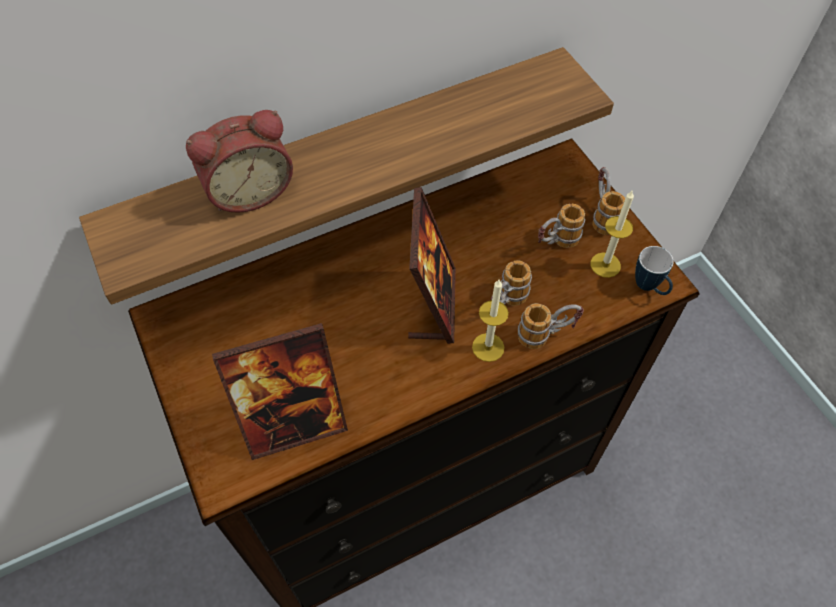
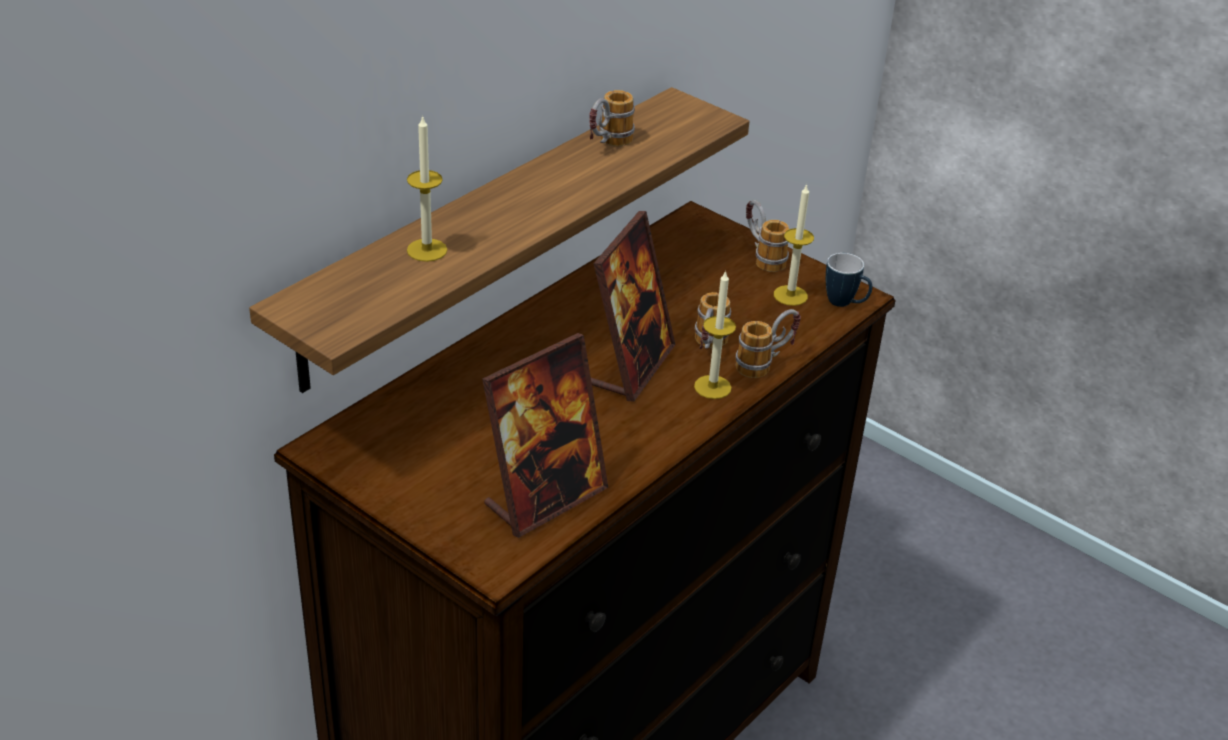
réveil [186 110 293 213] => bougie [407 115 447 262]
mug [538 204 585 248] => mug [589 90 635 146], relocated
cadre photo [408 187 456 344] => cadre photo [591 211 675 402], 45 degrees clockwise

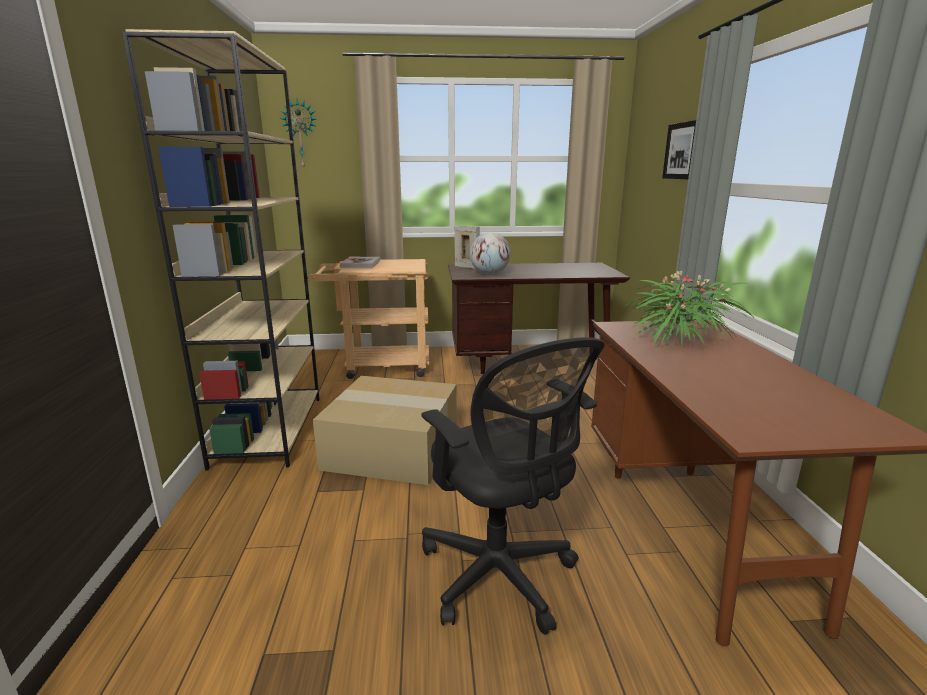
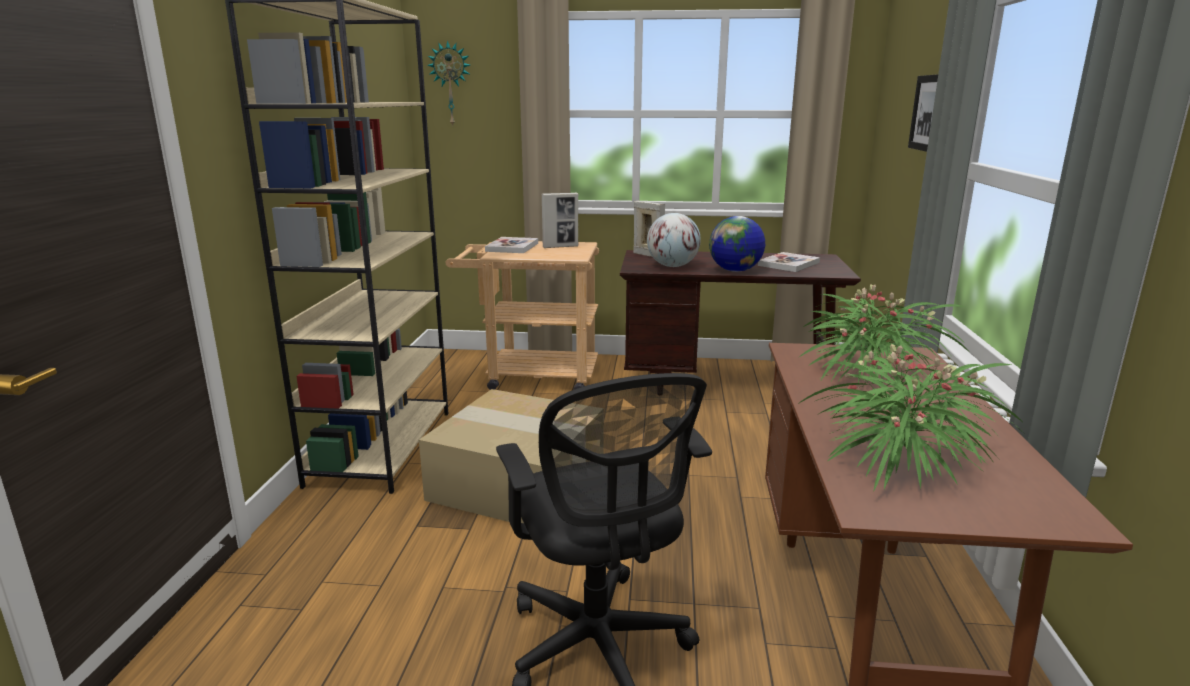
nothing => cadre photo [542 193 578 248]
nothing => globe [709 216 765 272]
nothing => livre [758 252 820 272]
nothing => plante en pot [798 344 1028 493]

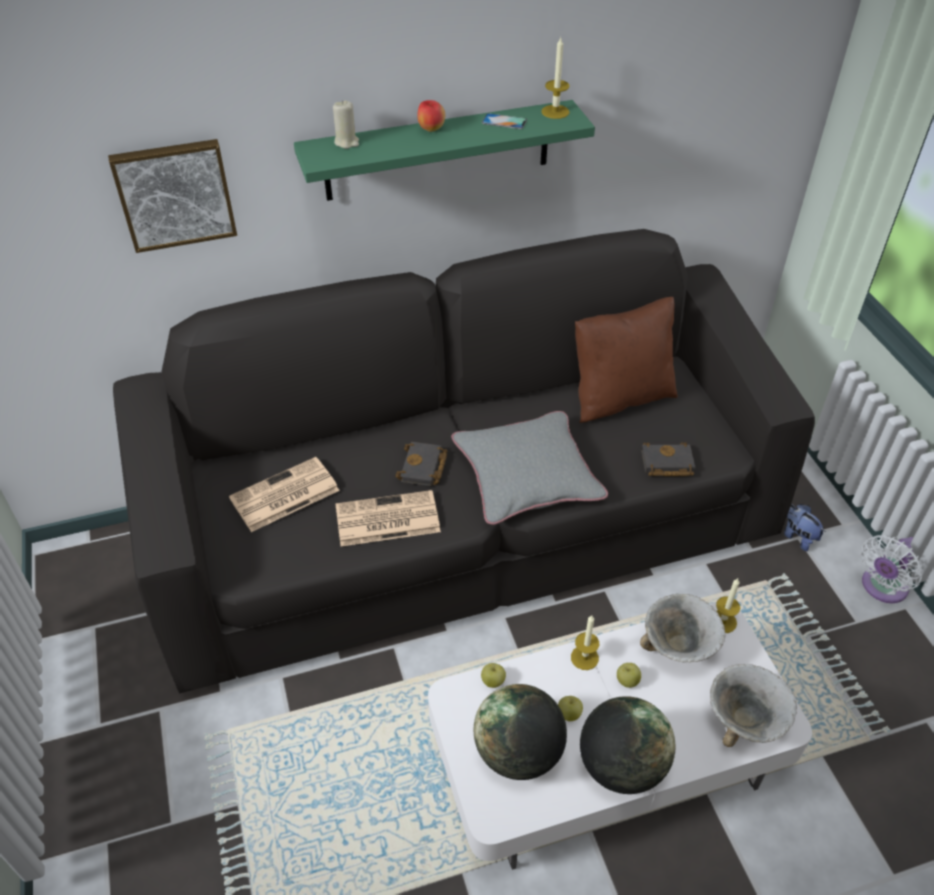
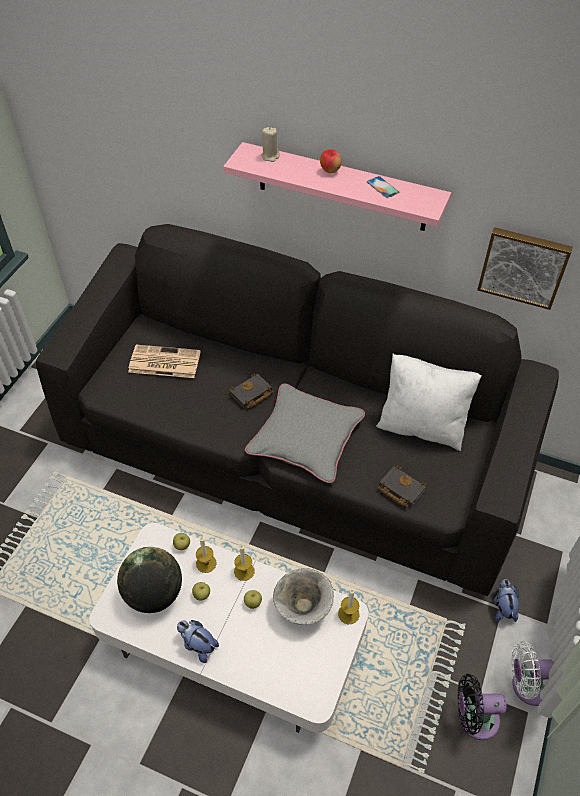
globe [580 696 675 794] => peluche [177 620 219 663]
bougie [541 38 570 119] => bougie [196 536 217 573], relocated
étagère (vert) [294 100 595 201] => étagère (rose) [223 142 451 231]
coussin (marron) [575 297 678 423] => coussin (blanc) [376 354 482 451]
nothing => ventilateur (noir) [458 674 507 740]
tableau [108 139 237 253] => tableau [477 227 573 310], relocated
journal [335 490 441 546] => nothing
bol [710 664 797 747] => nothing

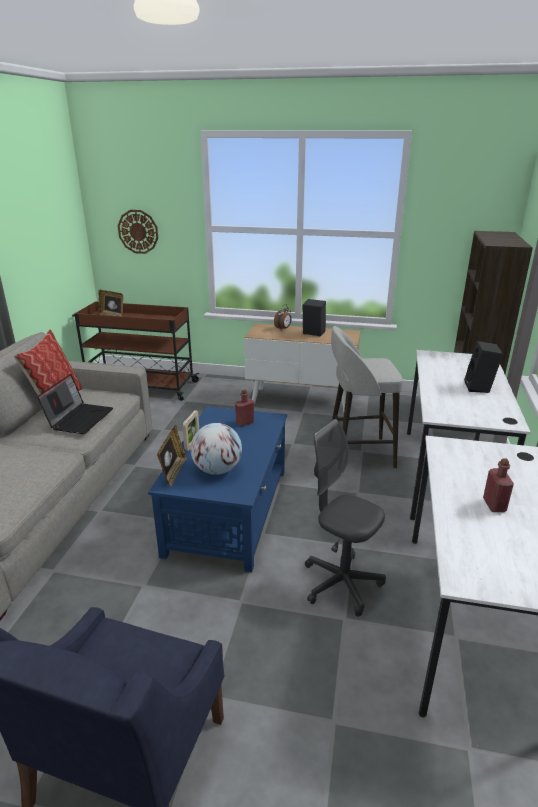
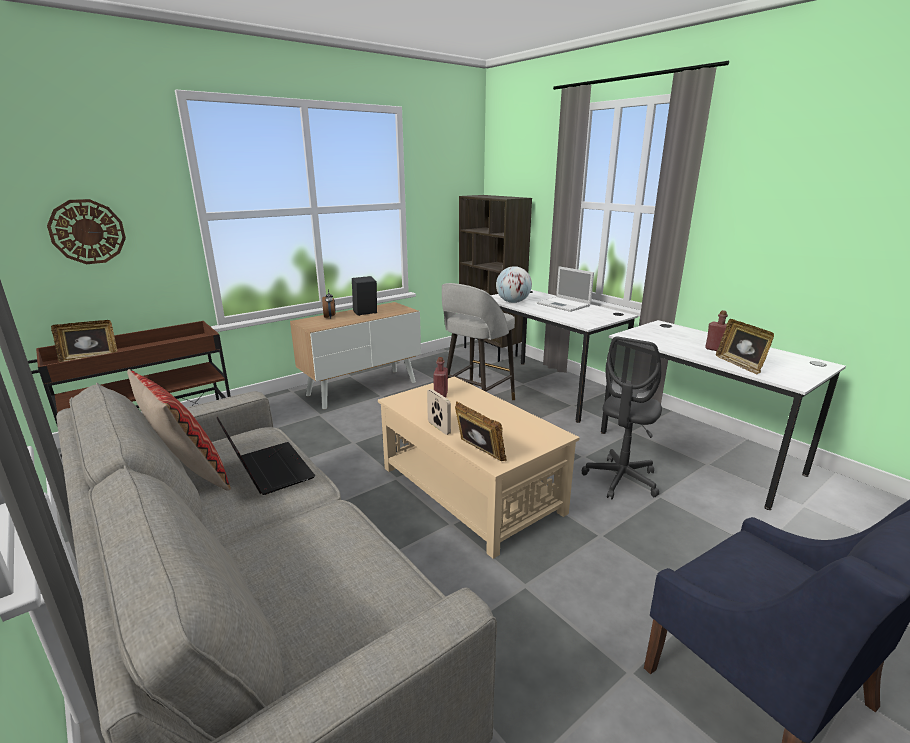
table basse (bleu) [148 406 287 572] => table basse (beige) [378 376 580 559]
globe [190 423 242 475] => globe [496 266 532 303], relocated
enceinte (noir) [465 341 503 393] => ordinateur portable [537 266 594 312]
chaise de bureau (gris) [305 419 386 617] => chaise de bureau (gris) [582 337 662 499], 45 degrees counterclockwise
nothing => cadre photo [716 319 774 374]

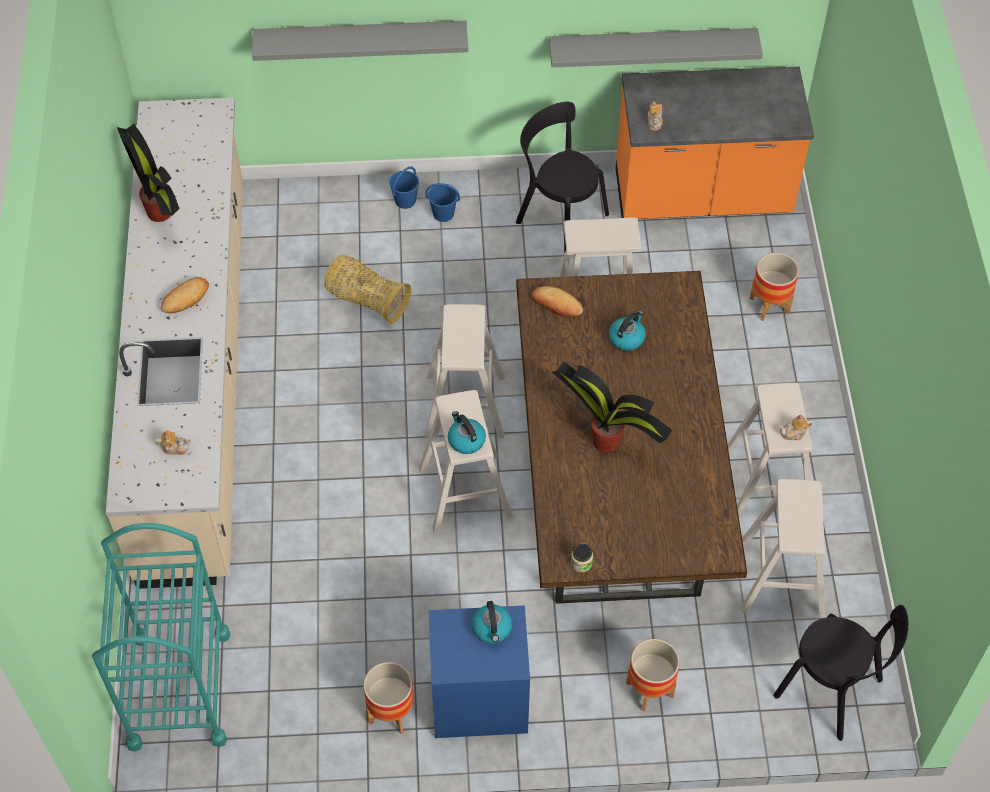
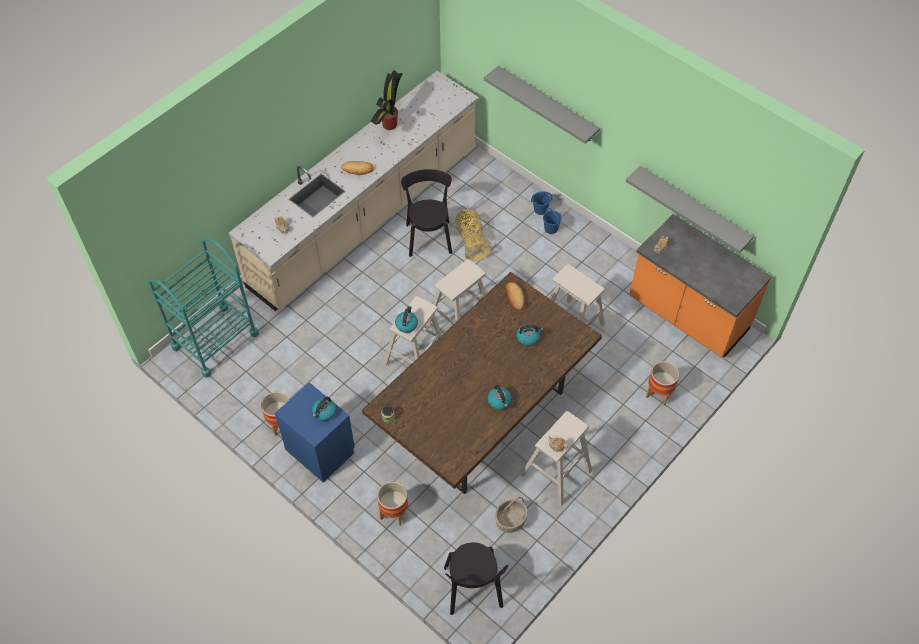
chaise (noir) [516 102 609 253] => chaise (noir) [401 169 452 257], relocated
nothing => bouilloire [487 385 512 410]
tabouret (beige) [741 479 826 617] => panier [495 497 528 533]
plante en pot [551 361 672 453] => nothing

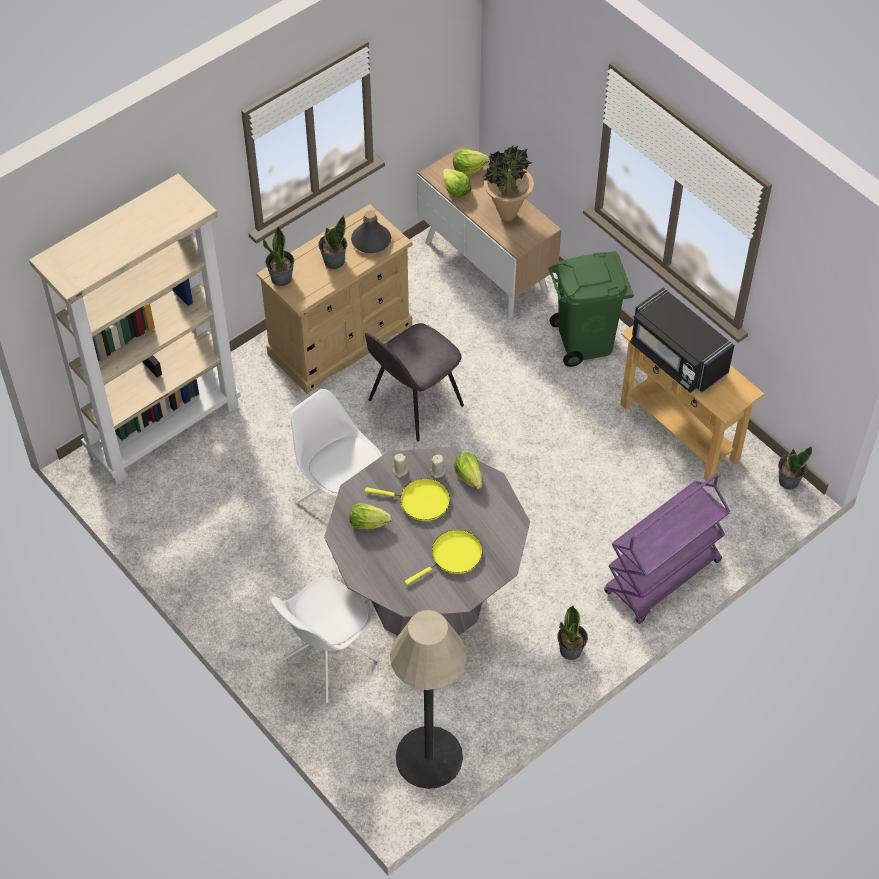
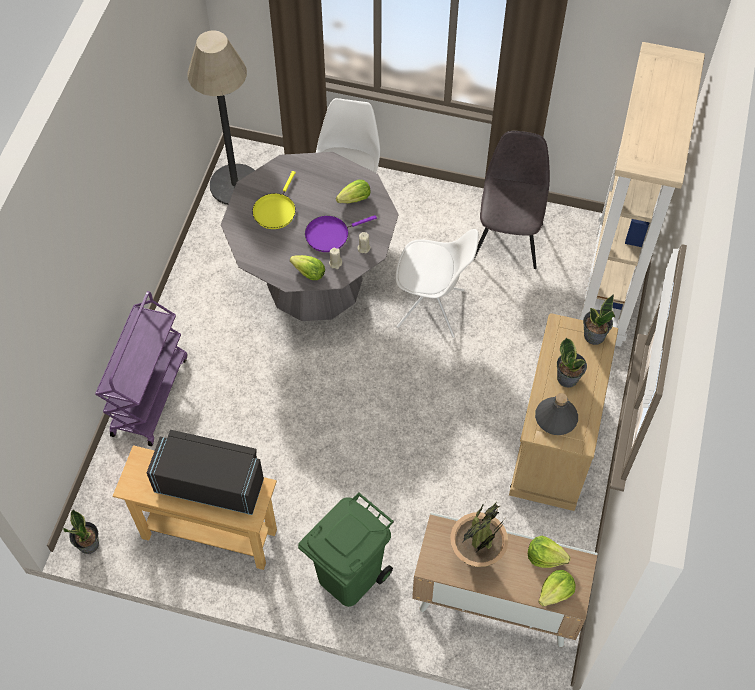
poêle (jaune) [365 479 450 521] => poêle (violet) [305 215 377 252]
chaise (gris) [365 323 464 441] => chaise (gris) [474 131 550 269], relocated
plante en pot [557 606 588 660] => nothing

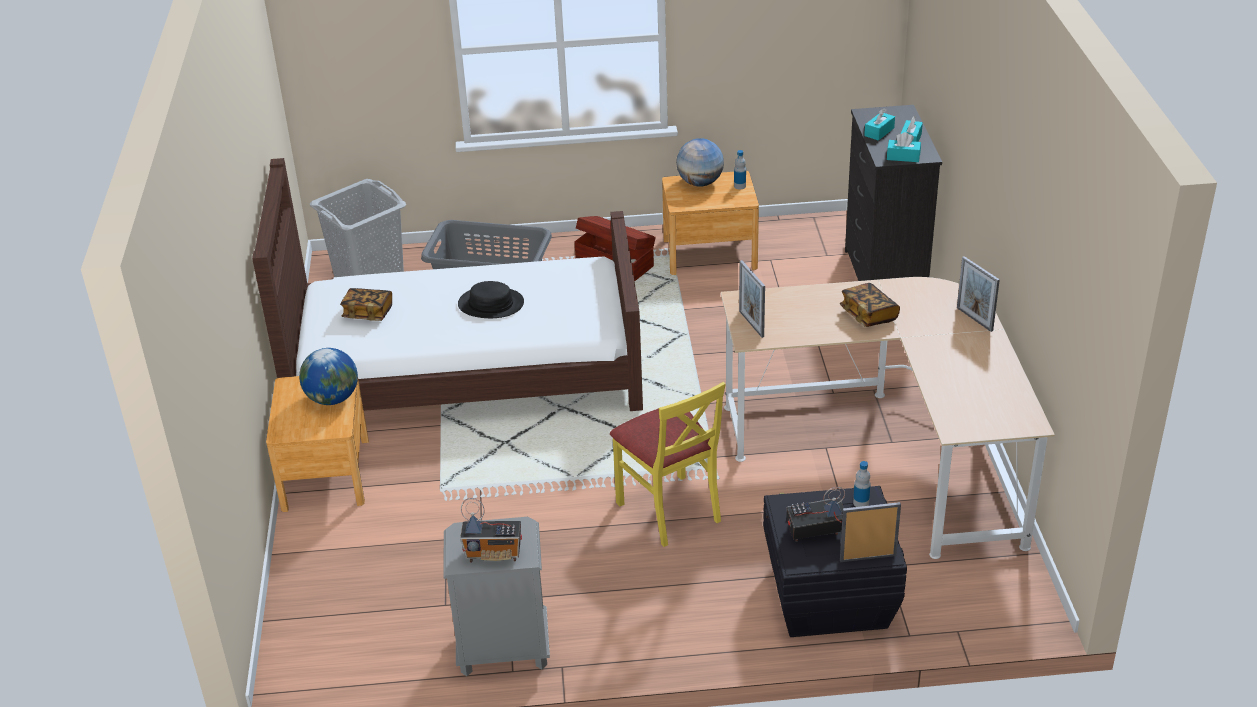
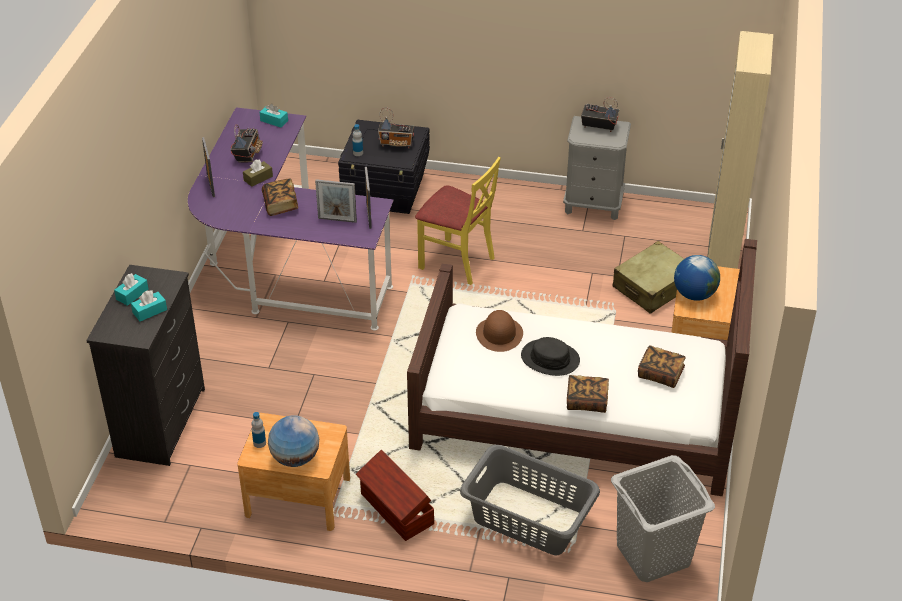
bureau (beige) [721 277 1055 559] => bureau (violet) [188 107 394 330]
nothing => radio [231 124 263 163]
nothing => boîte à mouchoirs (marron) [243 159 273 187]
boîte à mouchoirs (turquoise) [887 132 921 162] => boîte à mouchoirs (turquoise) [259 104 288 128], relocated
cadre photo [840 502 901 562] => cadre photo [315 179 357 223], relocated
chaise (jaune) [610 382 726 547] => chaise (jaune) [415 157 501 285], 135 degrees clockwise
nothing => chapeau (marron) [476 310 523 352]
nothing => livre [567 375 609 413]
nothing => valise (beige) [613 241 684 314]
nothing => armoire (beige) [707 31 773 269]

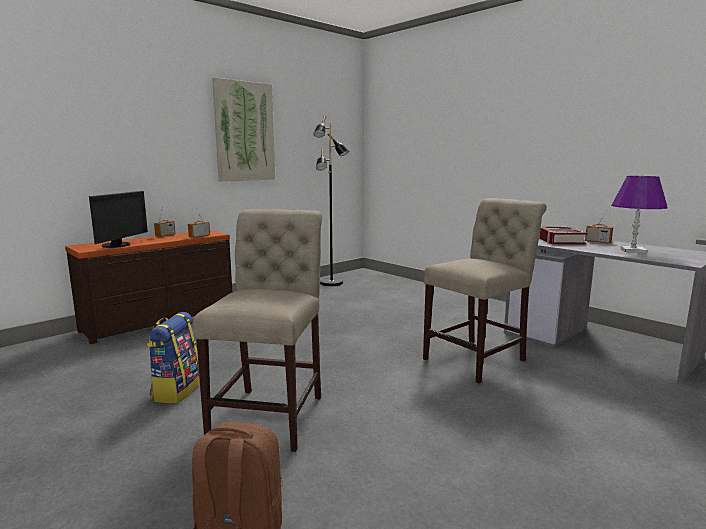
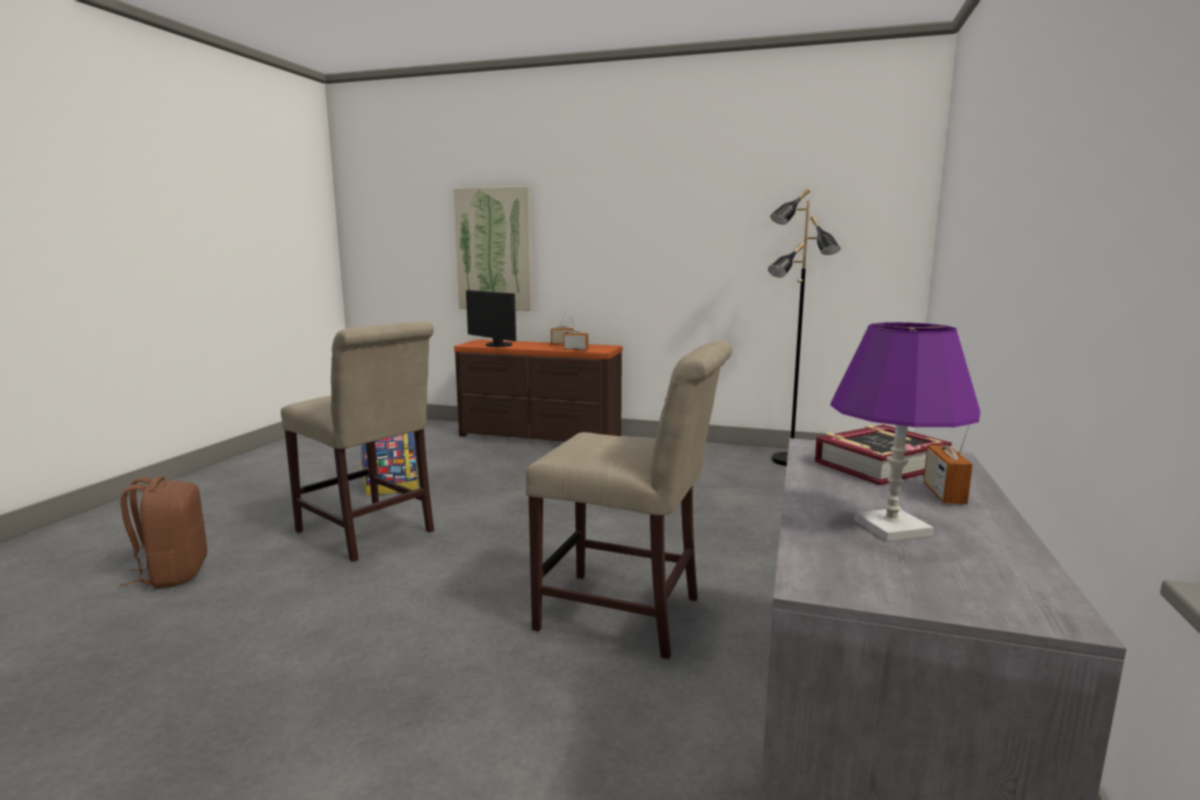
chaise (beige) [193 209 322 452] => chaise (beige) [281 321 434 562], 60 degrees clockwise
tableau [212 77 275 182] => tableau [453 186 533 311], relocated
écran d'ordinateur [89 191 148 248] => écran d'ordinateur [466 290 516 347], 60 degrees clockwise

